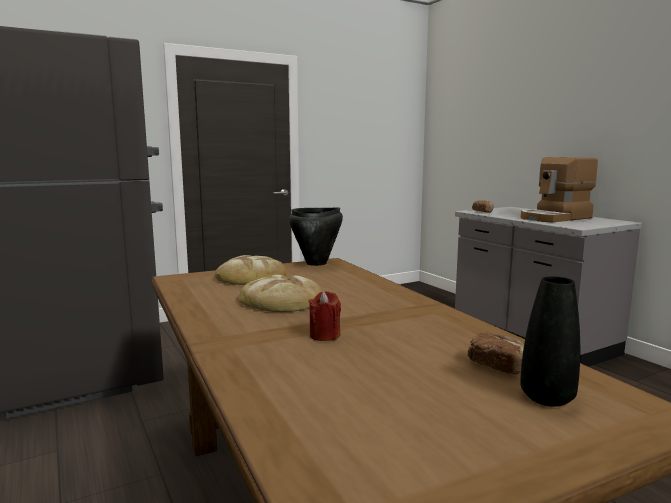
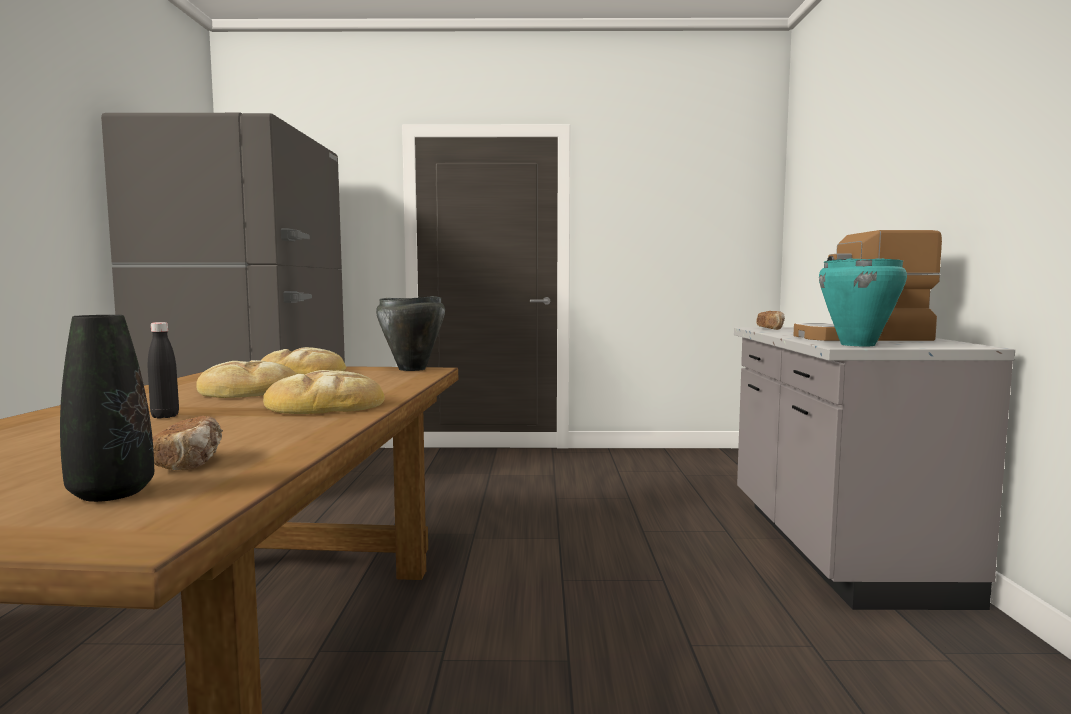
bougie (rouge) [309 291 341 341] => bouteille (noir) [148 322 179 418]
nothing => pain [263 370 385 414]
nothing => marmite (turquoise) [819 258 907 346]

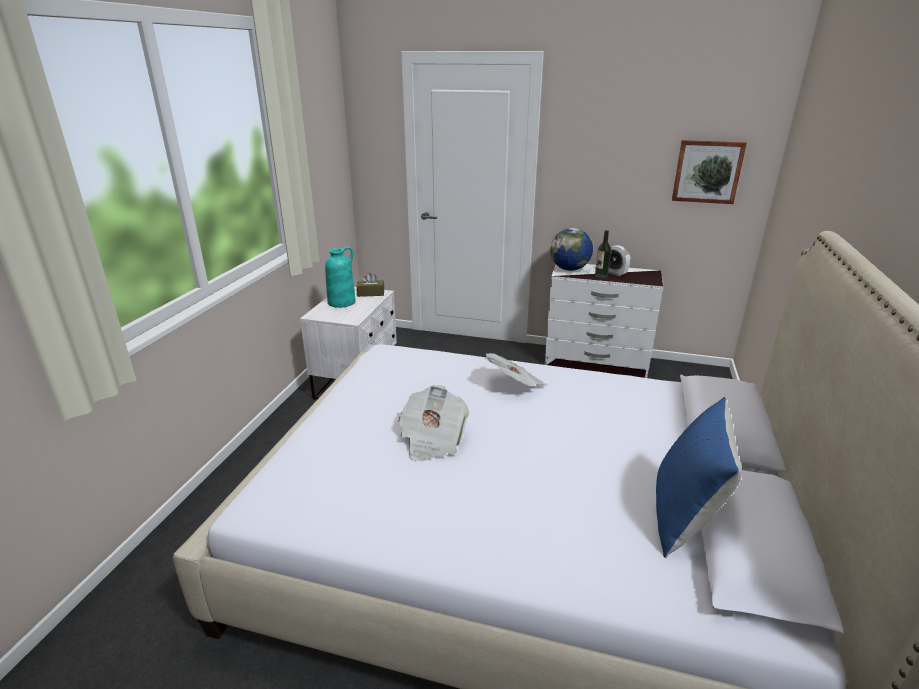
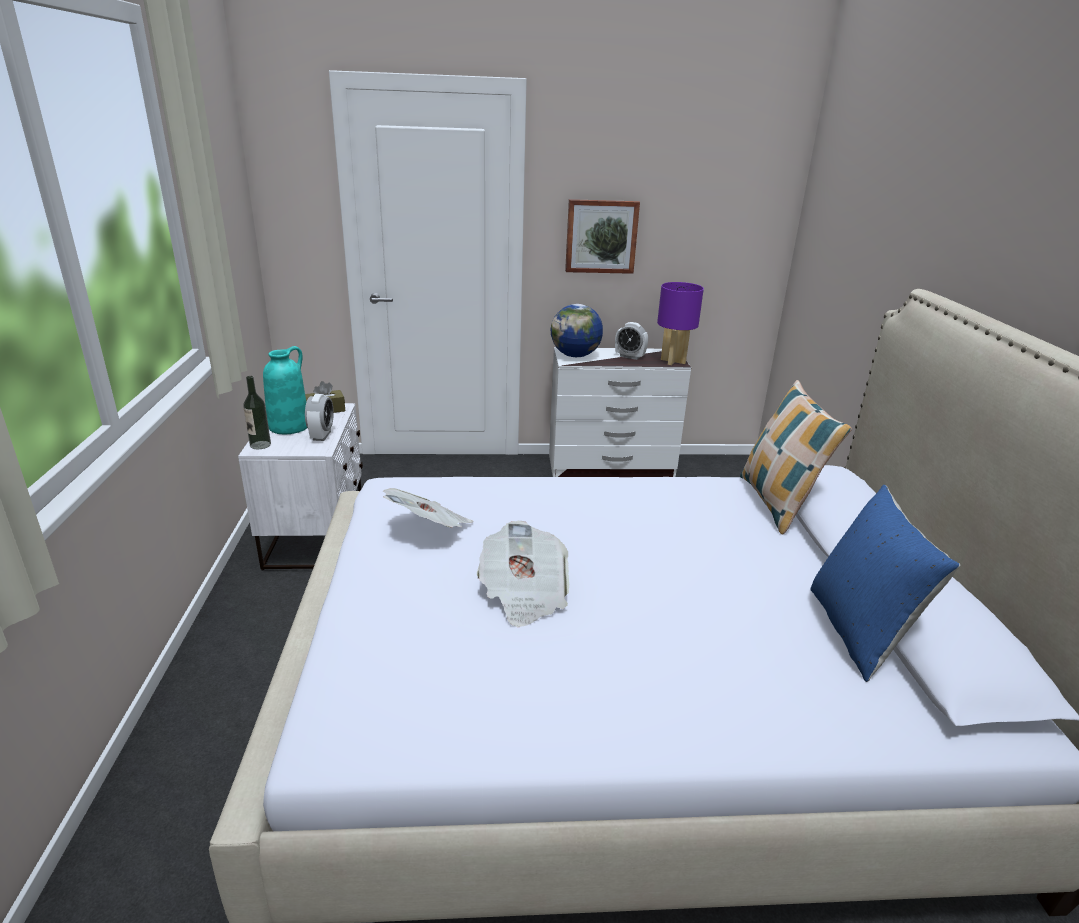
bouteille [595 230 611 278] => bouteille [243 376 271 449], relocated
nothing => réveil [305 394 334 441]
journal [484 353 547 387] => journal [383 488 474 527], relocated
tableau [672 140 747 204] => tableau [565 199 640 274], relocated
nothing => lampe de table (violet) [657 282 704 365]
nothing => coussin [740 380 852 535]

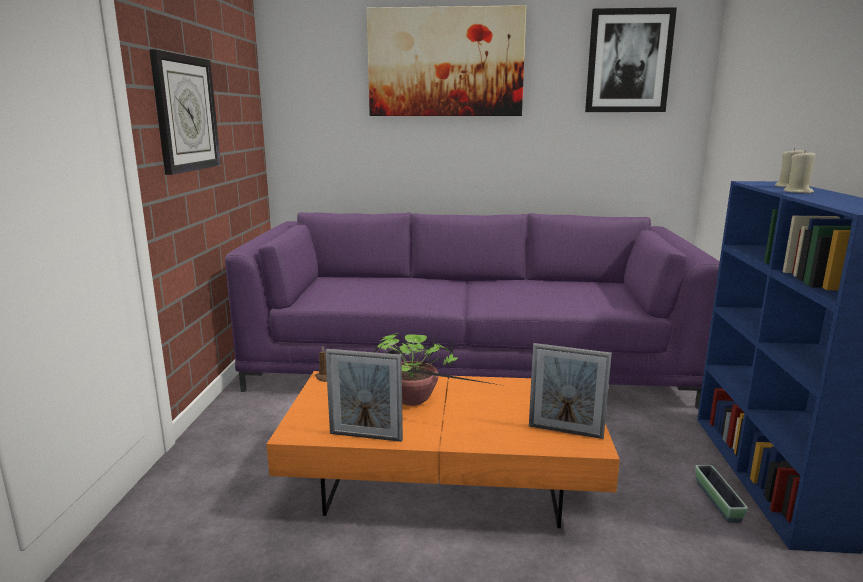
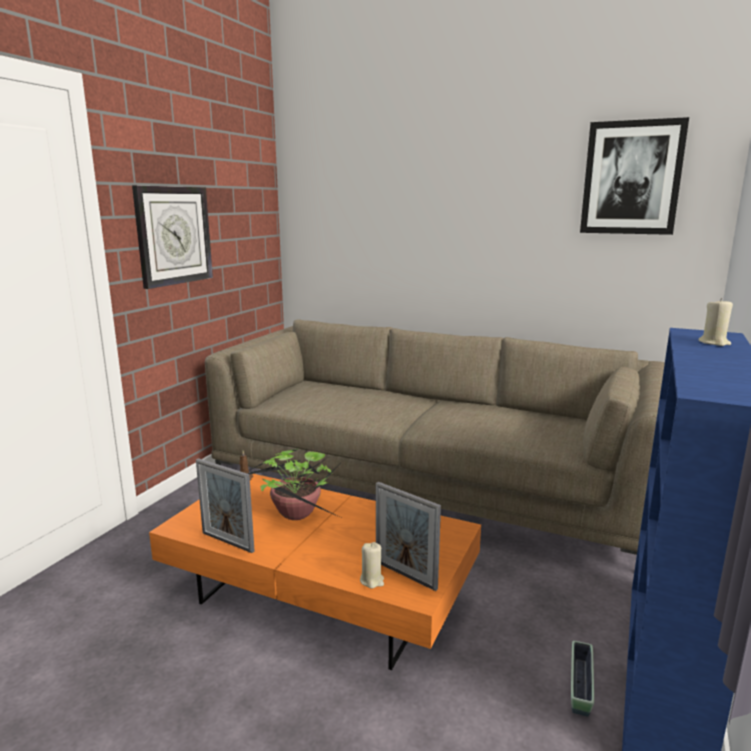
canapé (violet) [225 212 720 409] => canapé (beige) [205 319 665 555]
bougie (beige) [784 150 816 194] => bougie (beige) [360 542 384 588], relocated
tableau [367 5 526 116] => nothing

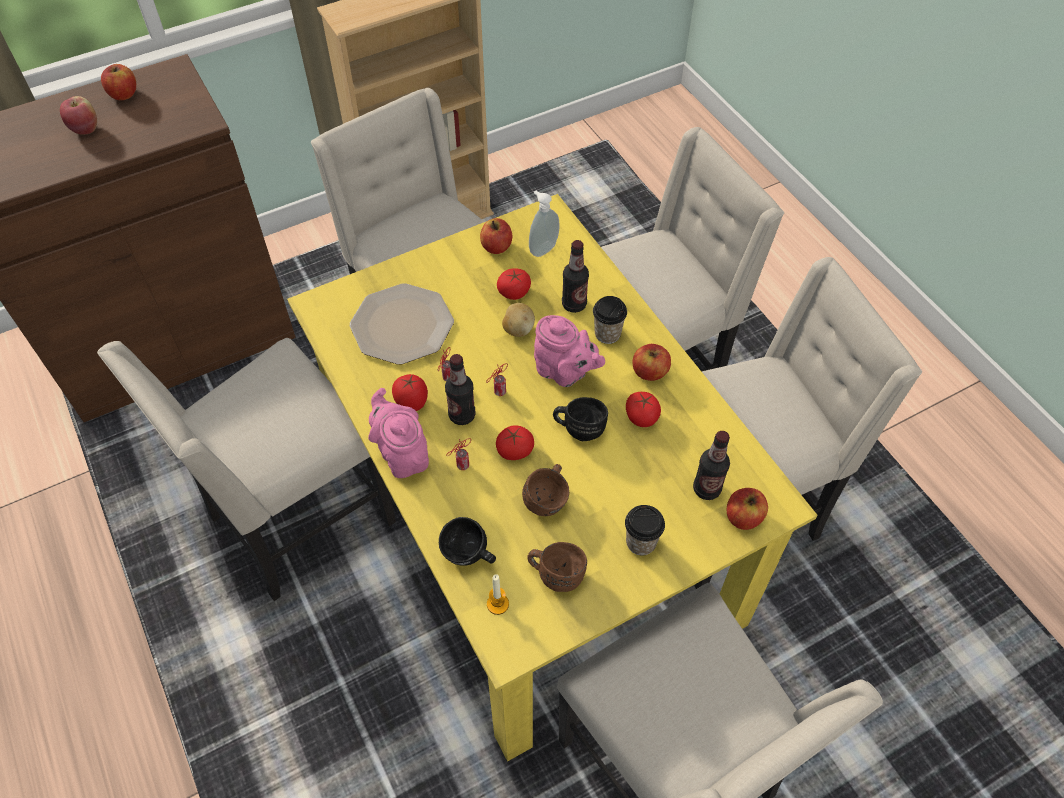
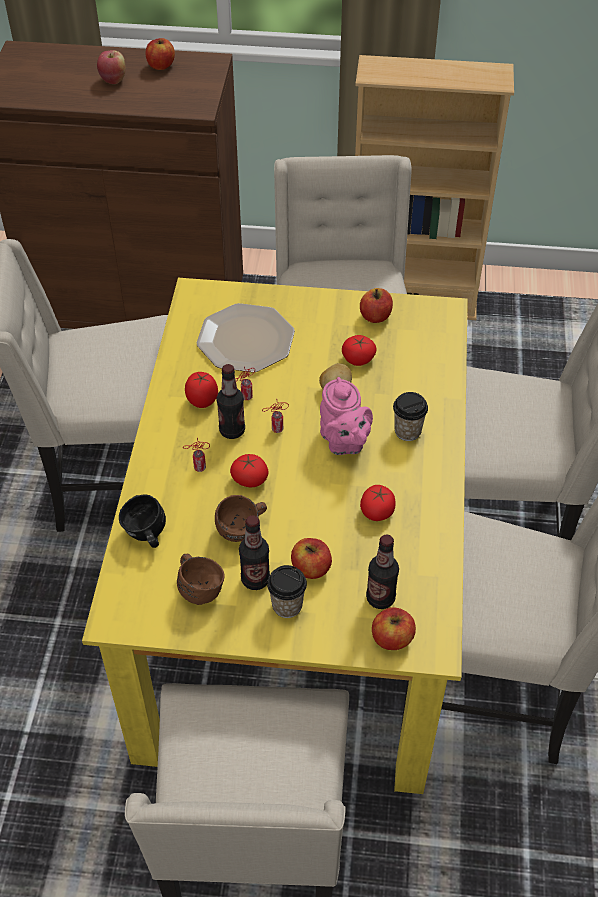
bouteille [562 240 589 313] => bouteille [239 515 270 590], relocated
pomme [633 344 671 381] => pomme [291 538 332 579], relocated
théière (rose) [368 388 429 478] => nothing
bougie [487 574 509 615] => nothing
distributeur de savon [529 191 560 257] => nothing
mug (noir) [553 397 608 441] => nothing

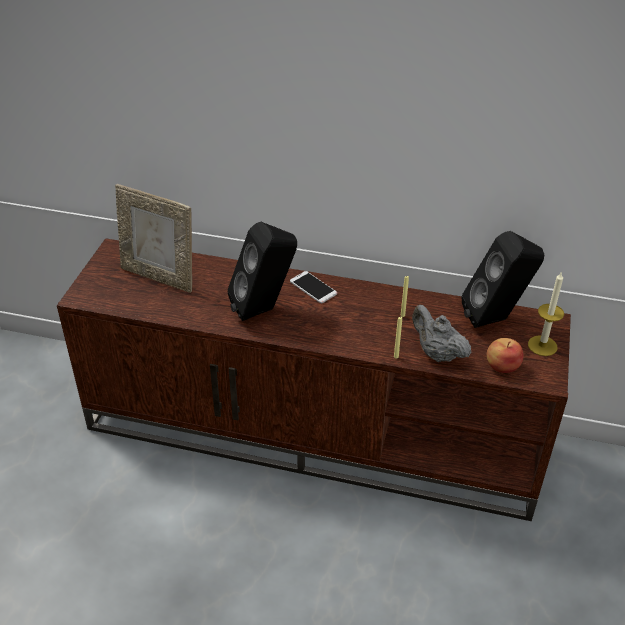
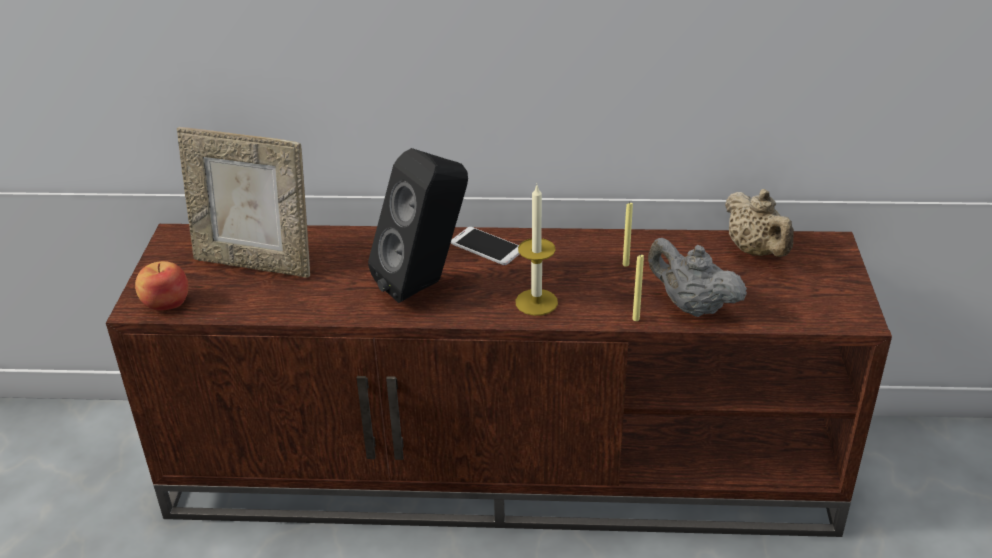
pomme [487 338 523 373] => pomme [135 261 189 311], relocated
bougie [528 271 564 356] => bougie [515 185 558 316], relocated
enceinte (noir) [462 231 544 328] => théière (beige) [725 189 794 257]

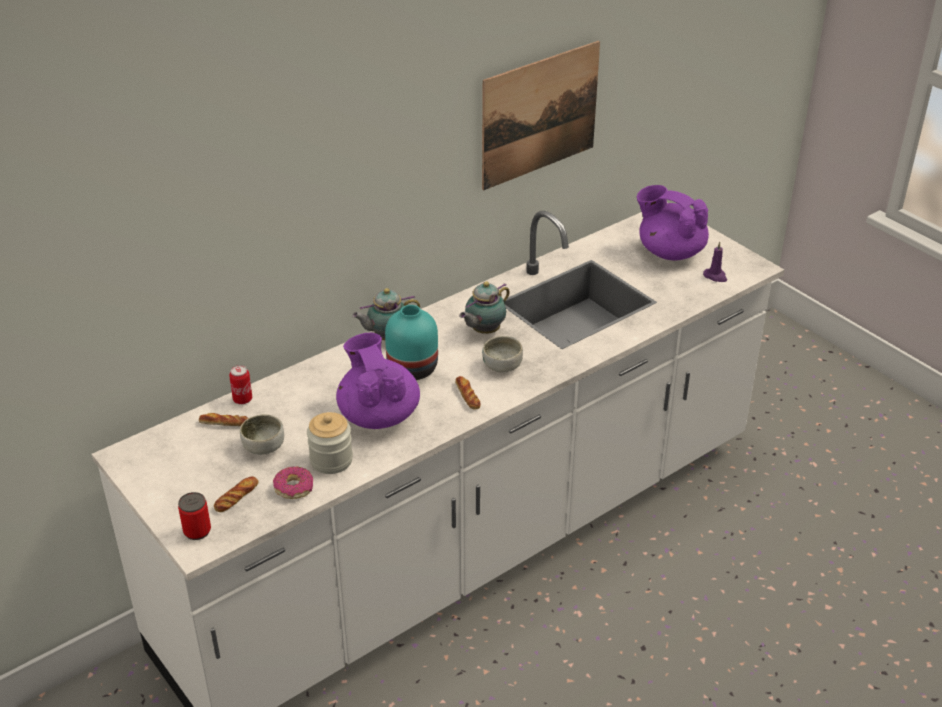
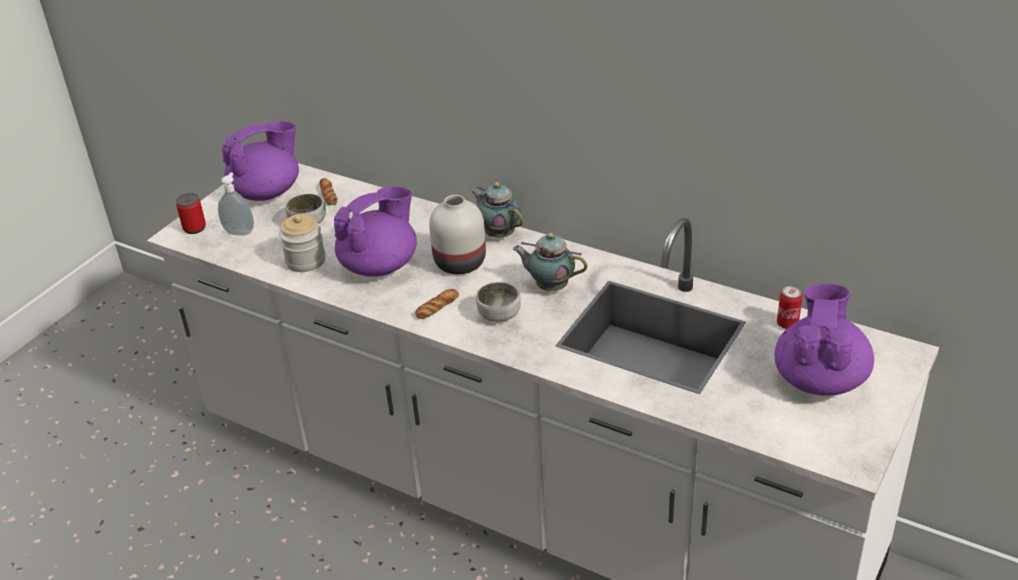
pain [214 477 258 512] => distributeur de savon [218 173 254 235]
nothing => théière (violet) [221 121 299 201]
vase (turquoise) [385 305 438 380] => vase (blanc) [429 195 486 274]
boîte métallique [229 365 252 404] => boîte métallique [777 286 802 329], relocated
beignet [273 467 313 499] => nothing
tableau [482 41 600 190] => nothing
bougie (violet) [703 242 727 282] => nothing

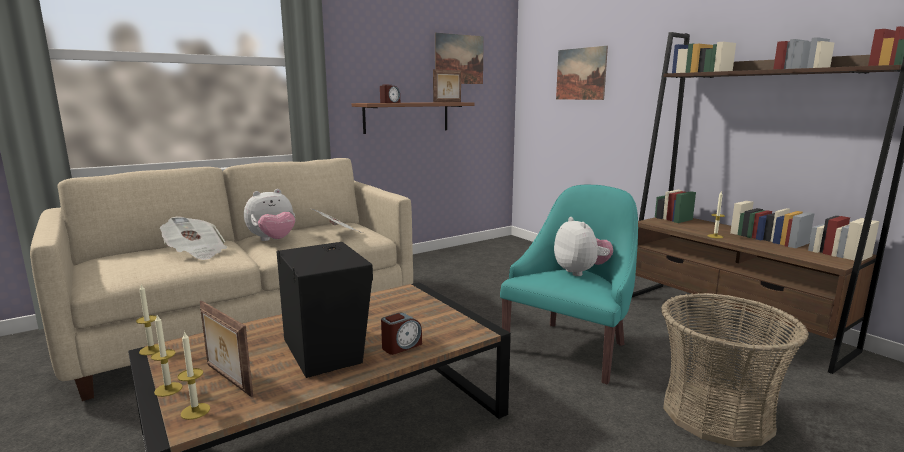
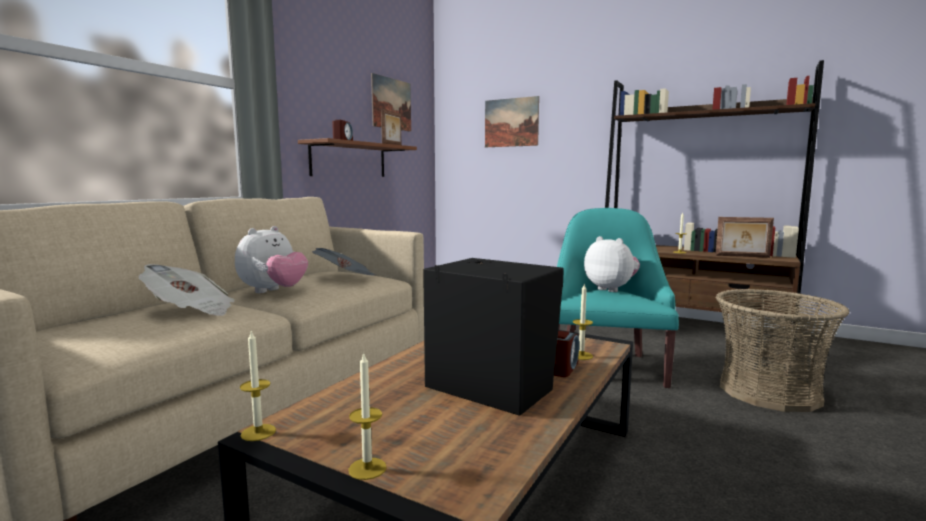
bougie [178 331 210 420] => bougie [573 284 593 360], relocated
cadre photo [200 301 253 397] => cadre photo [715 217 774 258], relocated

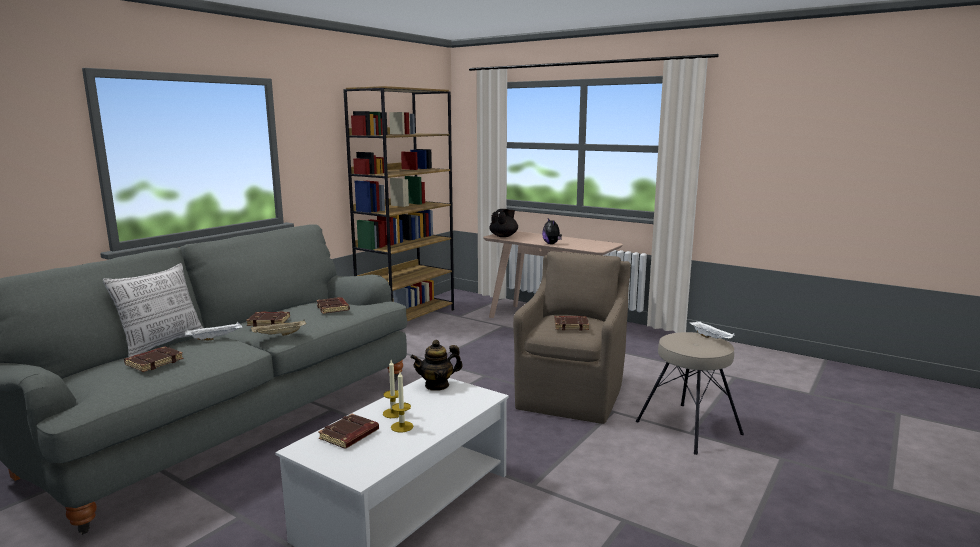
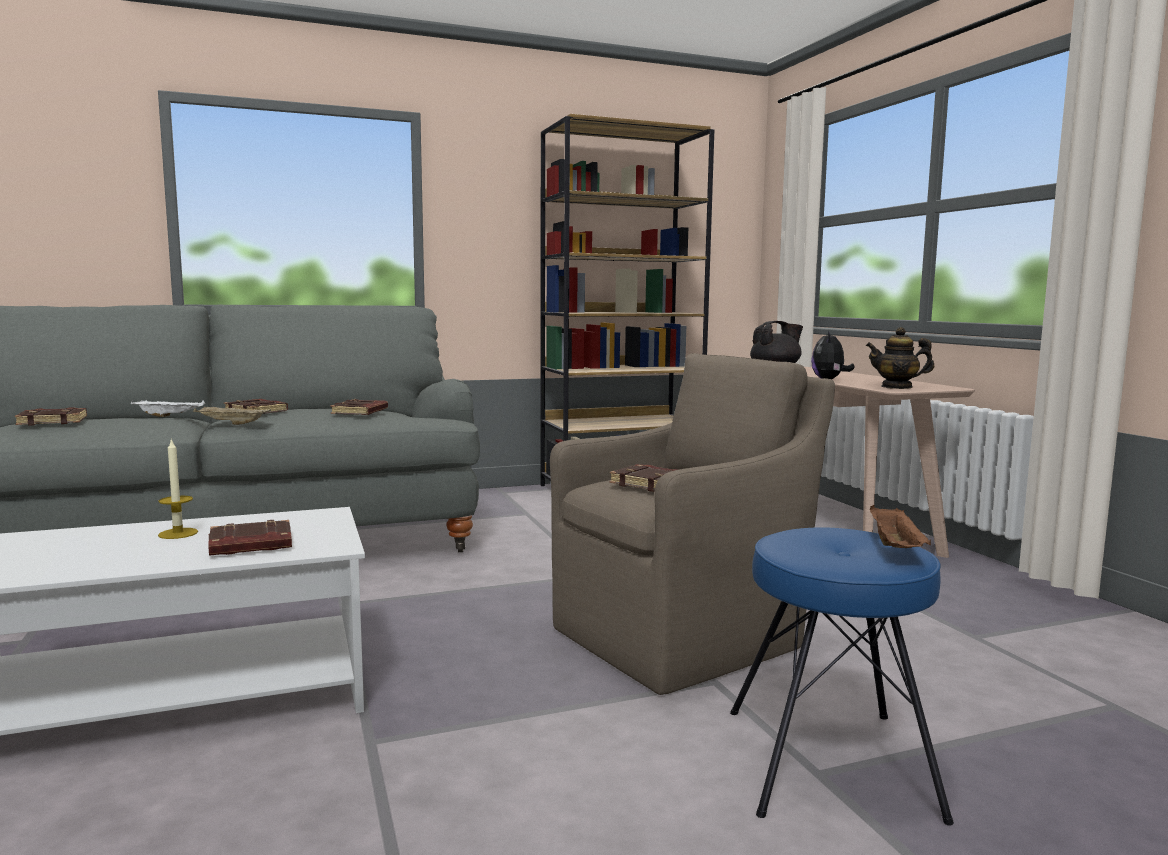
livre (marron) [318 414 379 449] => livre (marron) [208 520 292 555], relocated
tabouret (beige) [636 332 744 455] => tabouret (bleu) [730 527 954 826]
théière [410 340 463 391] => théière [866 327 934 389], relocated
plateau (blanc) [689 321 735 339] => plateau (marron) [870 505 931 548]
coussin [103 263 203 357] => nothing
bougie [391 372 413 433] => nothing

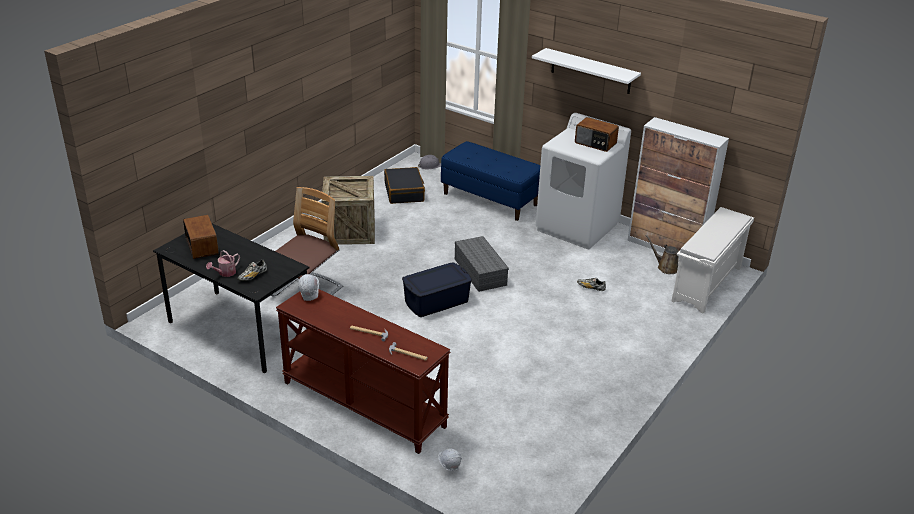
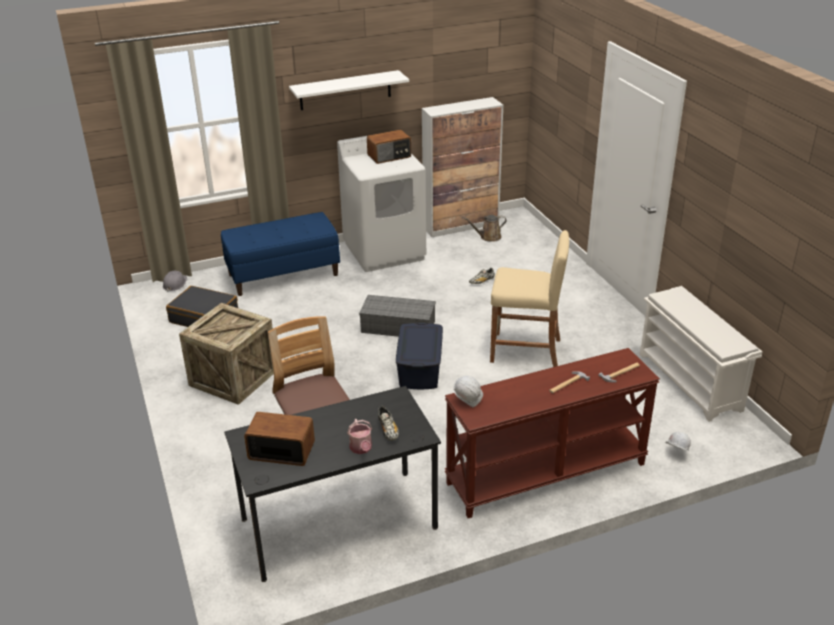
nothing => tabouret (beige) [490 230 569 367]
étagère à chaussures (blanc) [671 207 754 314] => étagère à chaussures (blanc) [639 286 762 422], relocated

